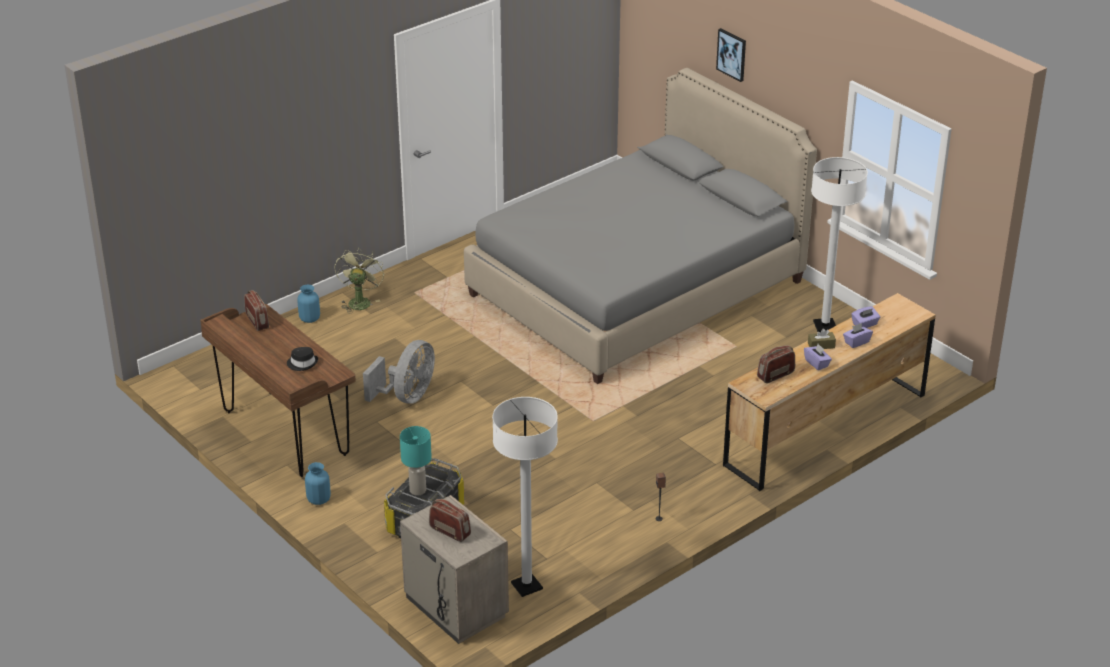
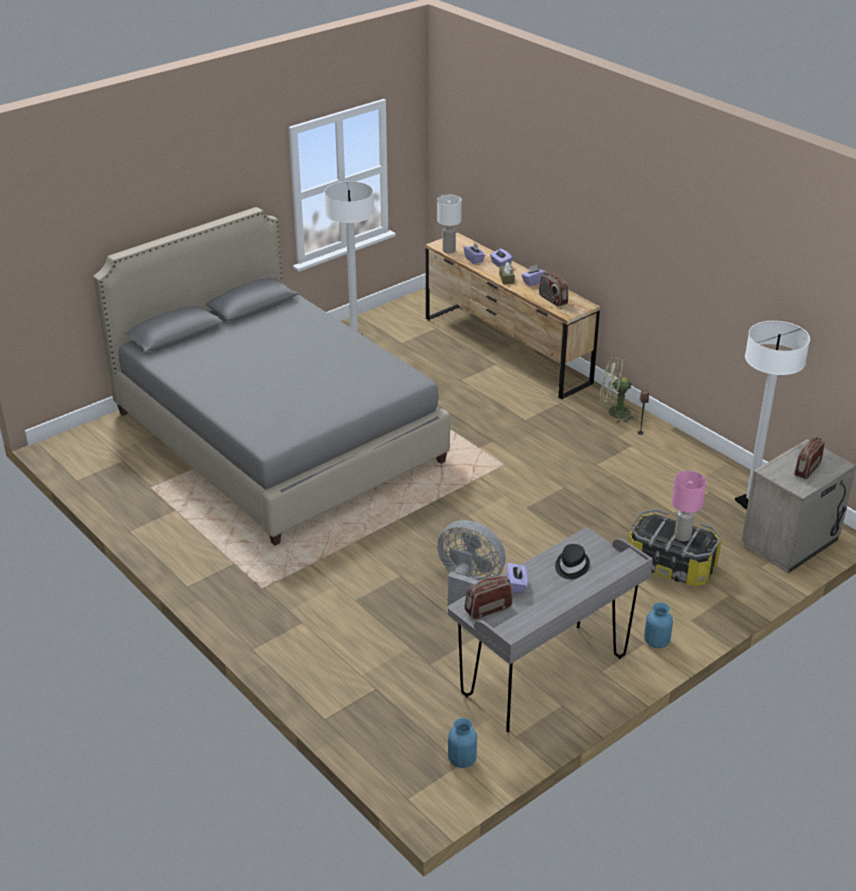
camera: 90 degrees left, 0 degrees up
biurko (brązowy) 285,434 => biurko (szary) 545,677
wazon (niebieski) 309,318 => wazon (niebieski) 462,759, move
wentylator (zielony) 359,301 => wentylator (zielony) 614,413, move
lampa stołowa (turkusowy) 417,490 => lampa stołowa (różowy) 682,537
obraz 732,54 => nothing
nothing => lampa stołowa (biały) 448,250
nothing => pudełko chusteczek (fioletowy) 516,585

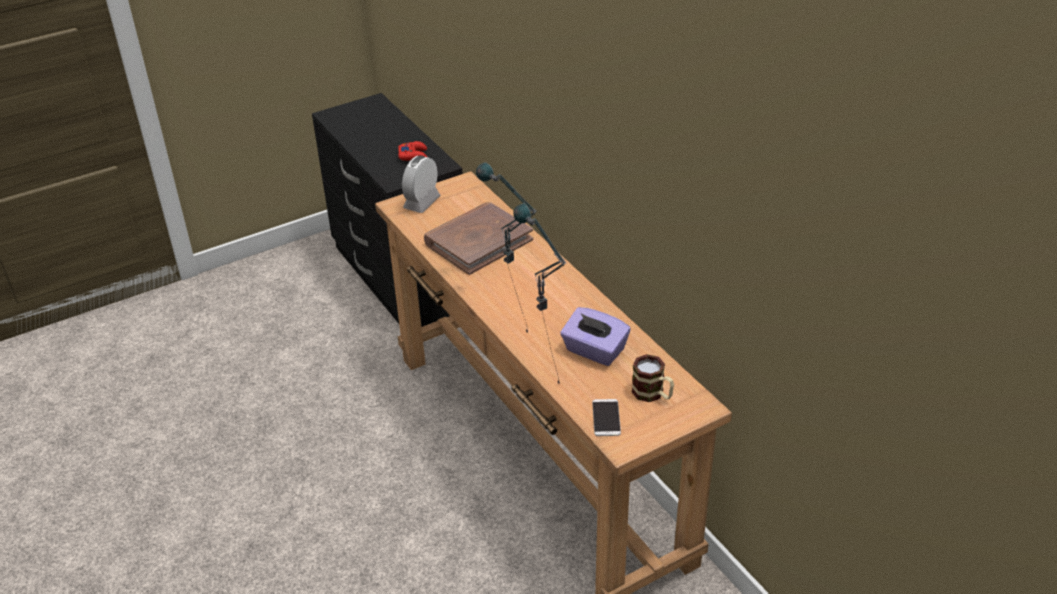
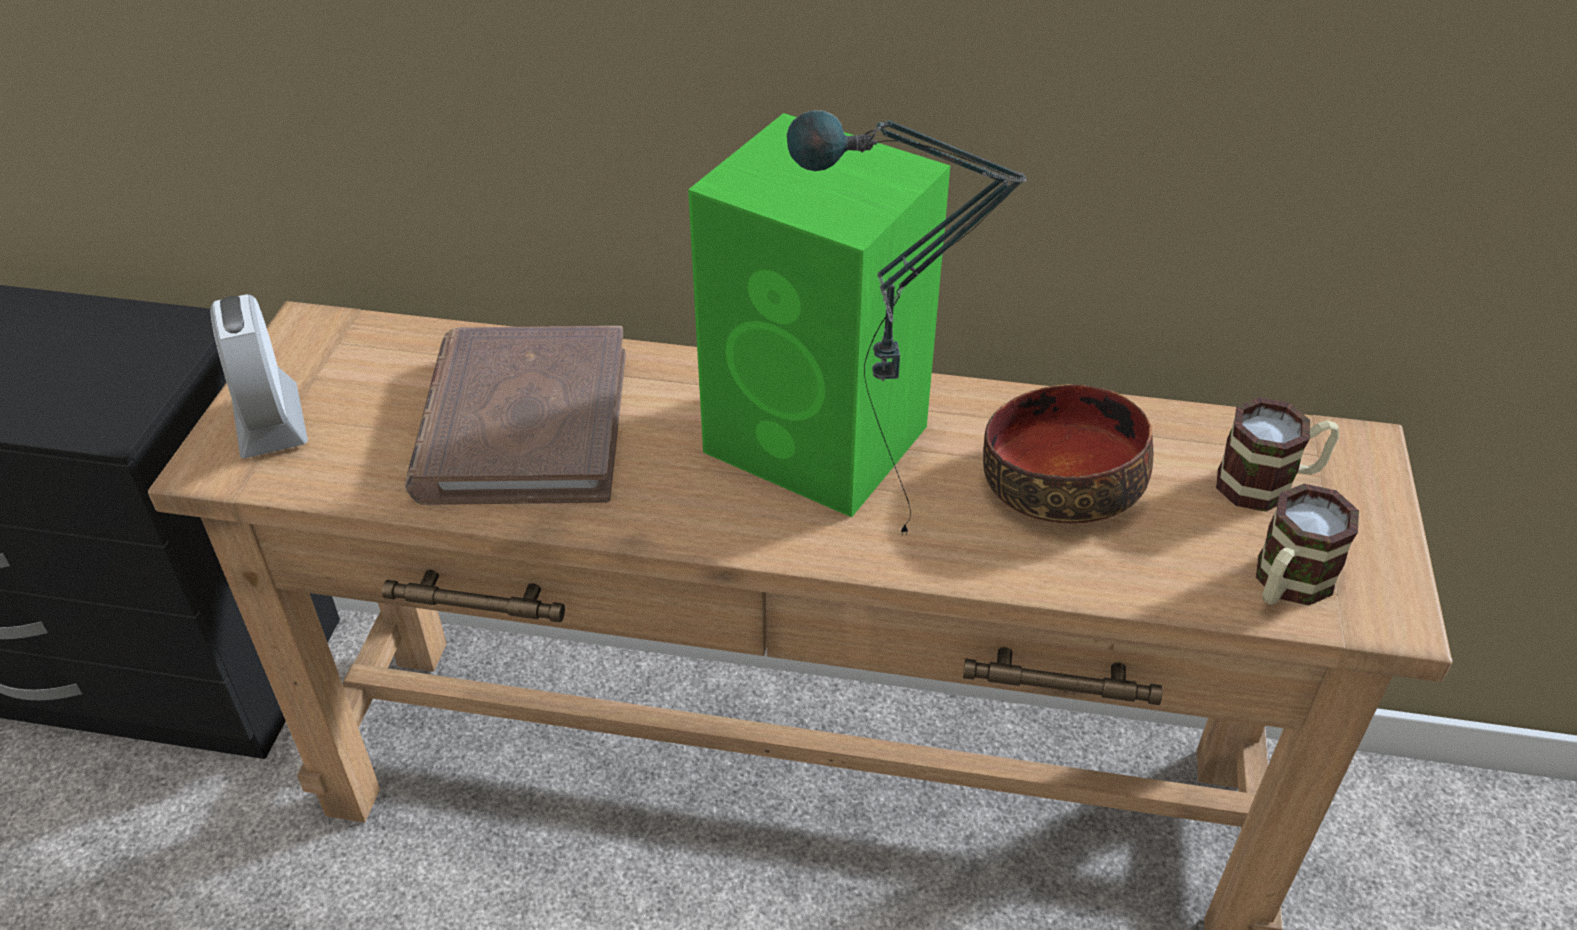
camera: 50 degrees left, 5 degrees up
pad do gier (czerwony) 413,155 => nothing
lampa stołowa 544,382 => nothing
pudełko chusteczek (fioletowy) 594,351 => miska 1063,479
telefon 606,418 => kubek 1286,585
nothing => głośnik (zielony) 820,441

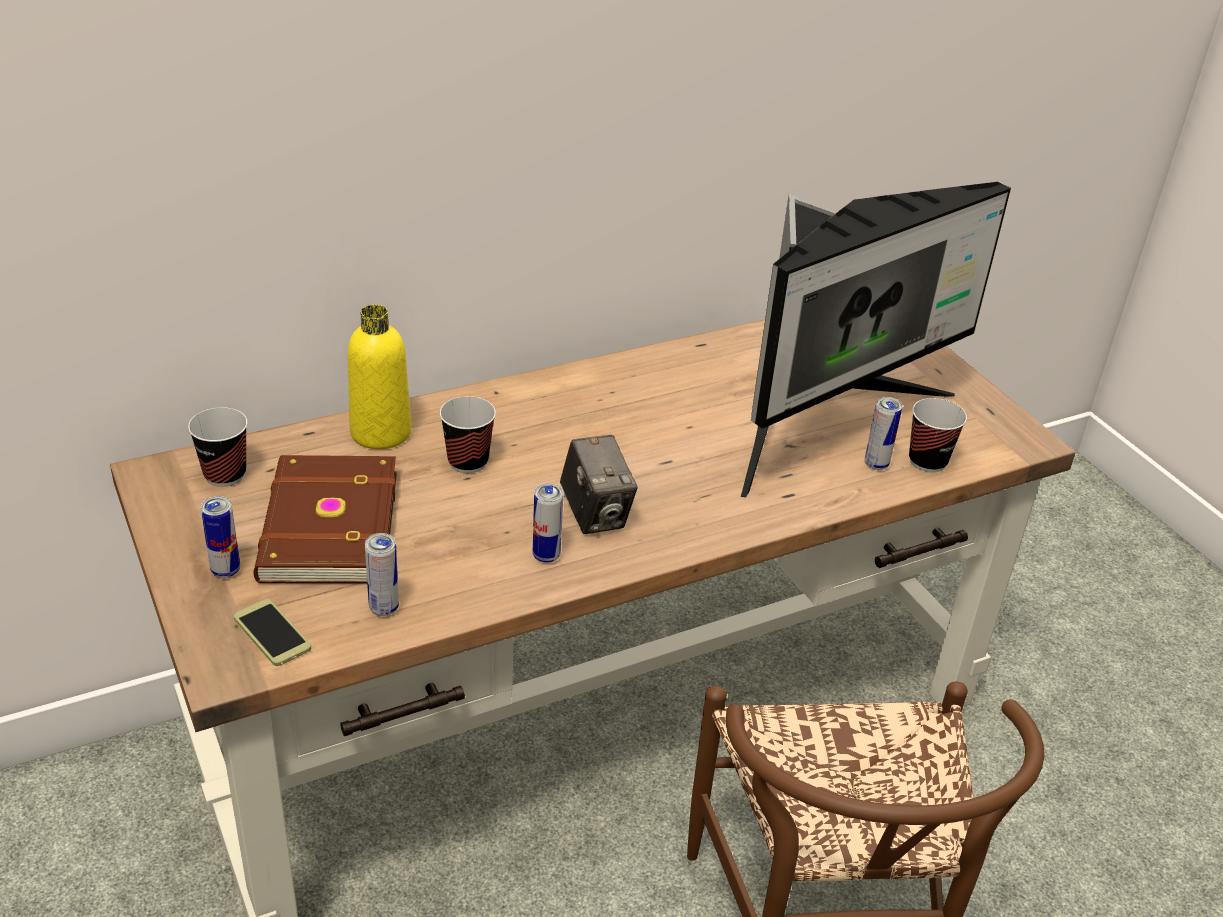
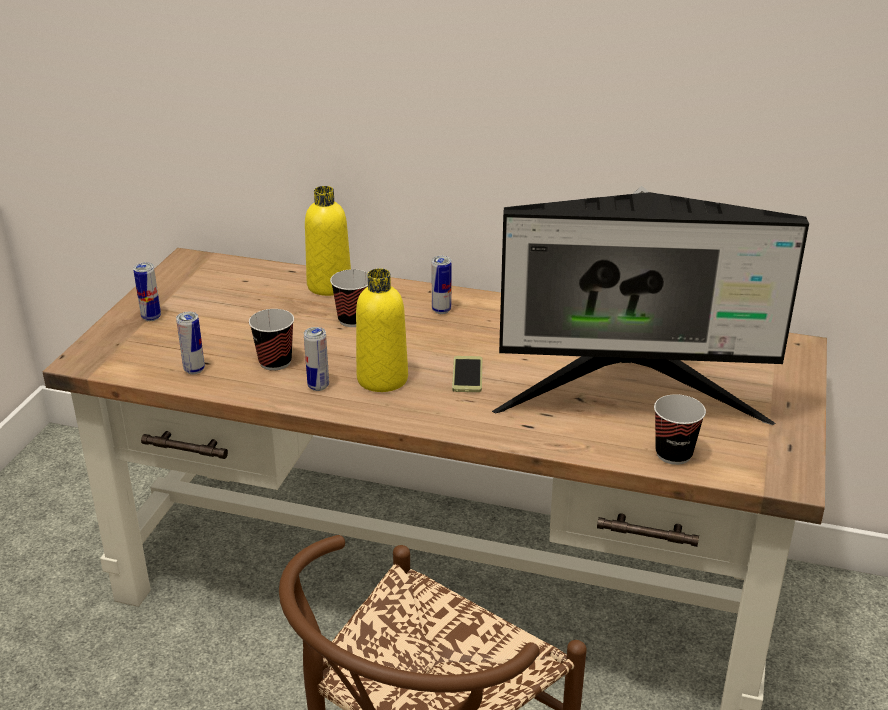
camera: 45 degrees right, 5 degrees down
filiżanka 225,474 => filiżanka 275,362, move
telefon 272,633 => telefon 467,375, move
książka (brązowy) 325,526 => nothing
aparat fotograficzny 595,514 => butelka (żółty) 382,379
puszka 876,464 => puszka 441,310, move

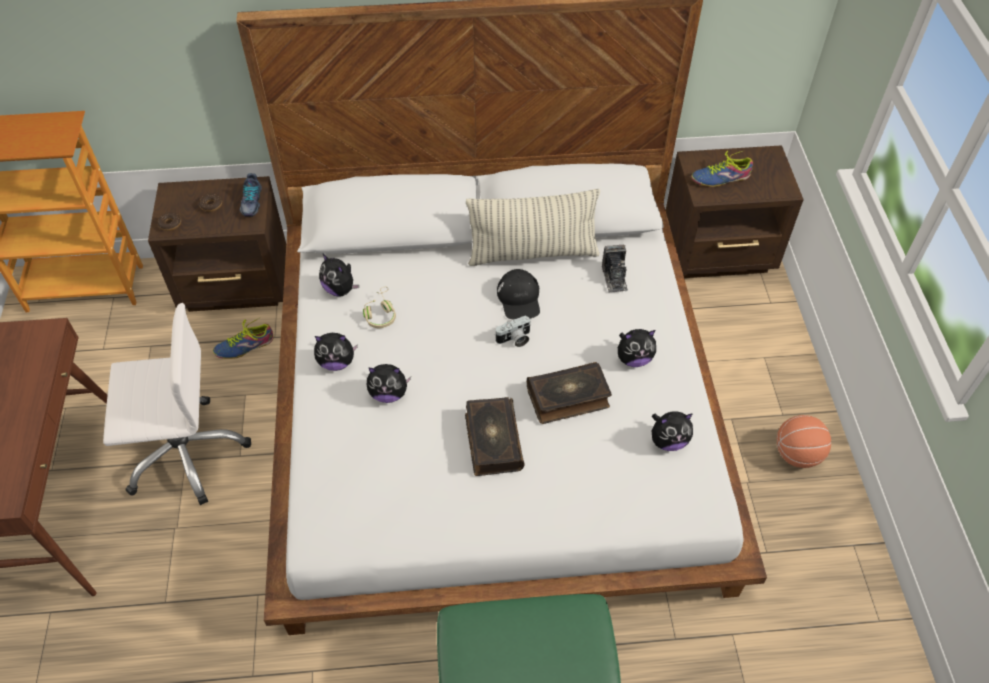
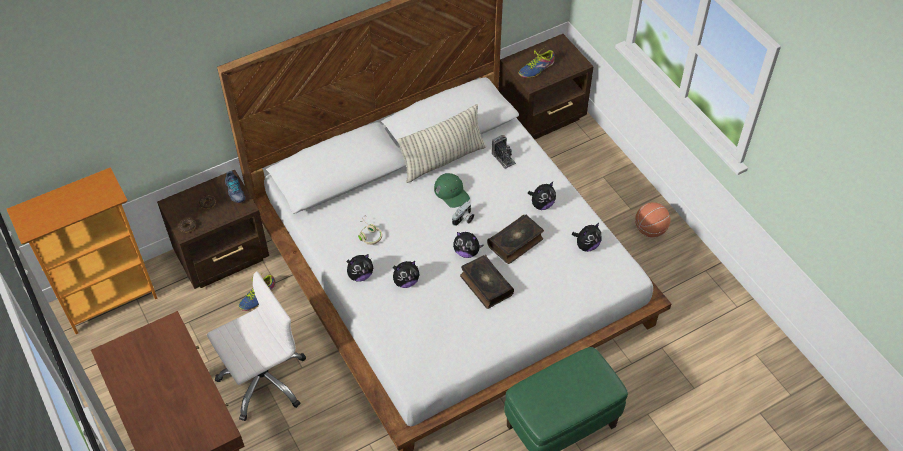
camera: 25 degrees left, 0 degrees up
pluszak 340,289 => pluszak 466,252, move
czapka z daszkiem (czarny) 519,299 => czapka z daszkiem (zielony) 451,192

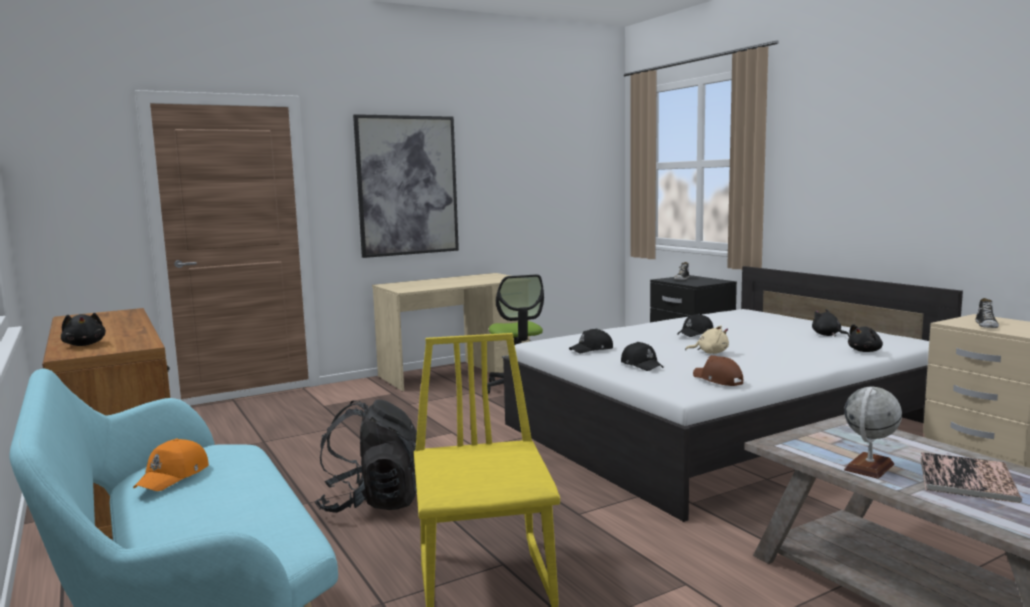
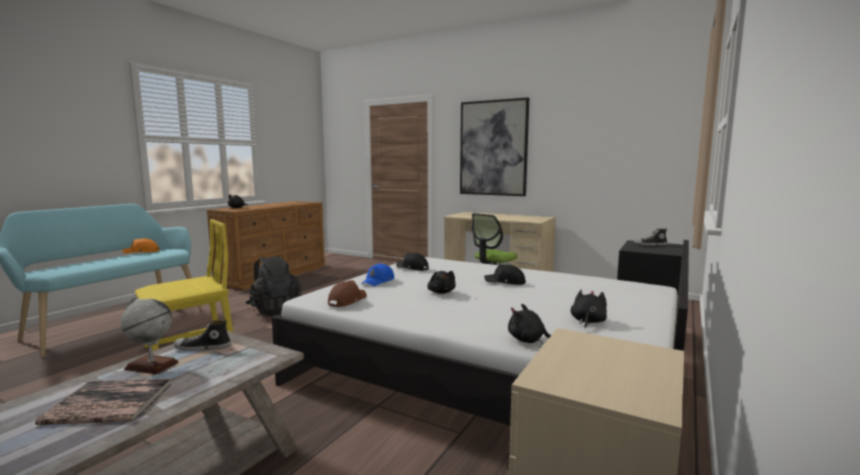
camera: 60 degrees right, 0 degrees up
czapka z daszkiem (czarny) 642,365 => czapka z daszkiem (niebieski) 378,281
pluszak (beżowy) 710,353 => pluszak (czarny) 441,292
but 986,325 => but 202,347, move

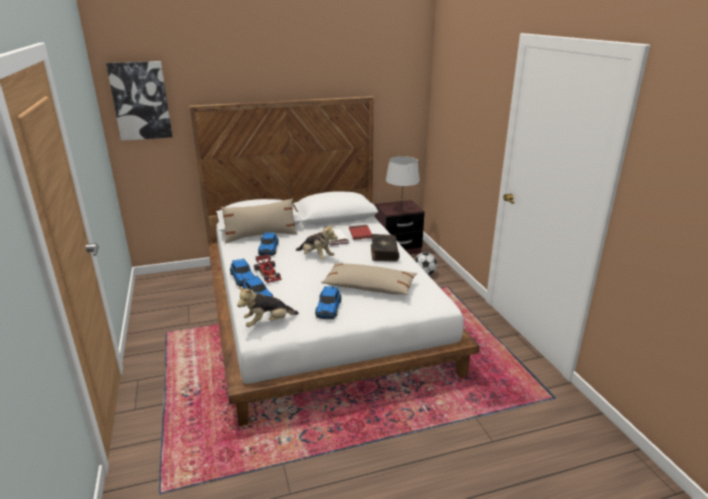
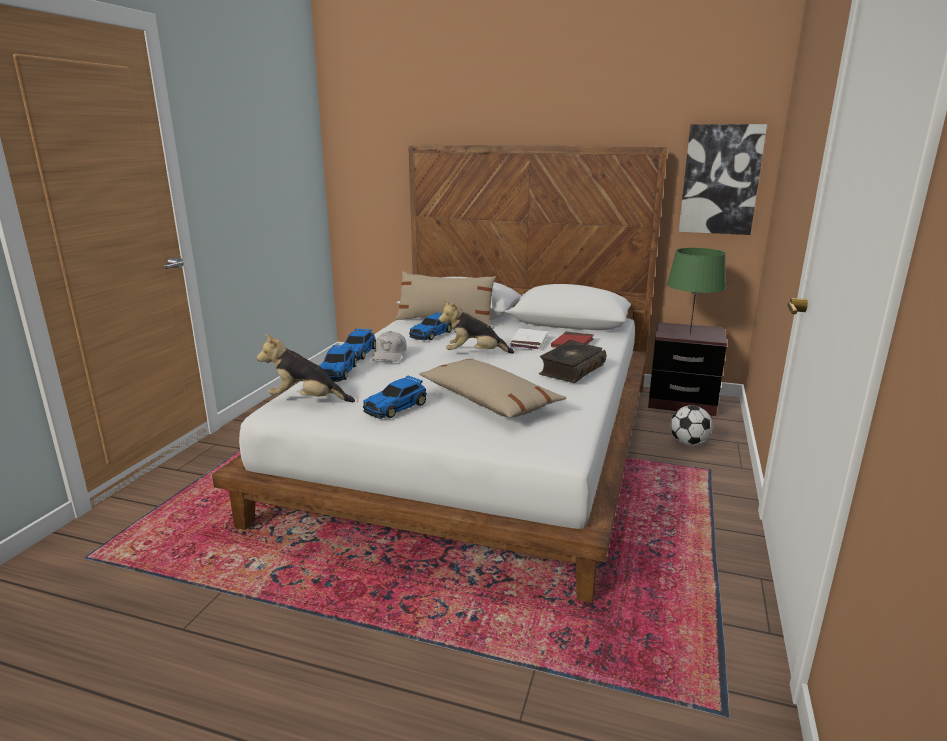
camera: 35 degrees right, 5 degrees down
obraz 140,101 => obraz 720,179, move
samochodzik 268,273 => czapka z daszkiem (biały) 389,355
pluszak 316,257 => pluszak 474,354, 105 degrees clockwise
lampa stołowa (szary) 401,209 => lampa stołowa (zielony) 689,334

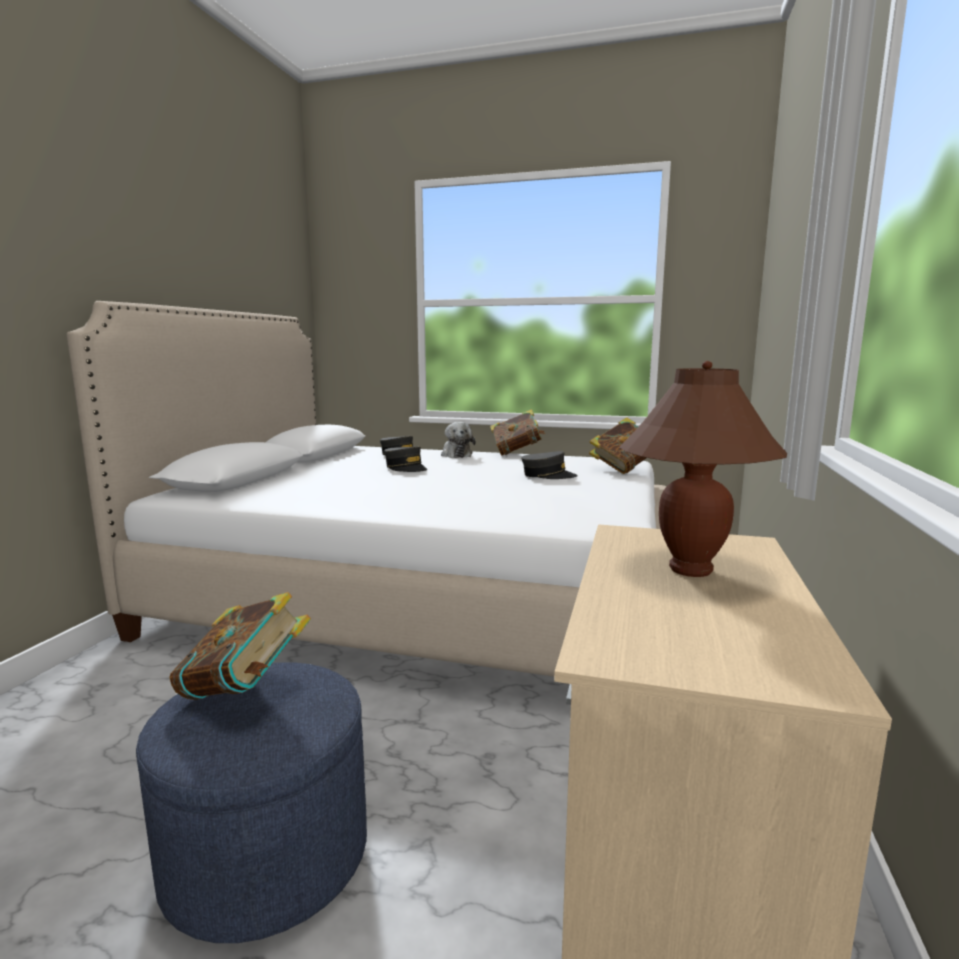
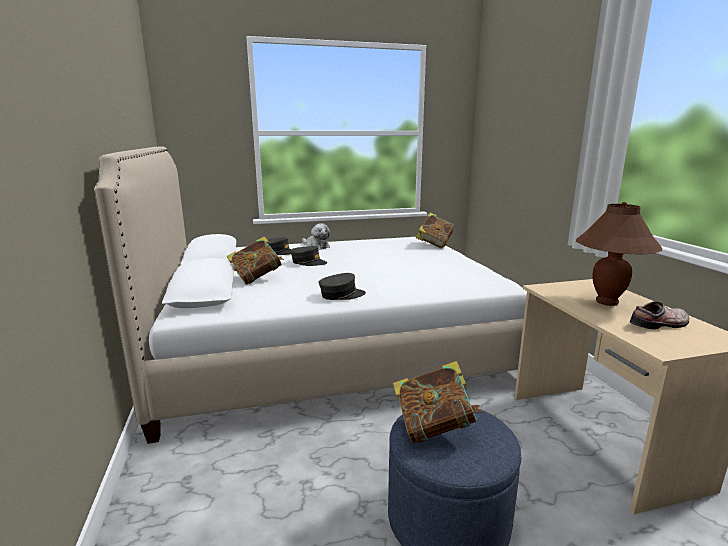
camera: 30 degrees left, 5 degrees up
książka 516,453 => książka 257,278, move
czapka z daszkiem (szary) 548,475 => czapka z daszkiem (szary) 341,295, move
nothing => but 661,324

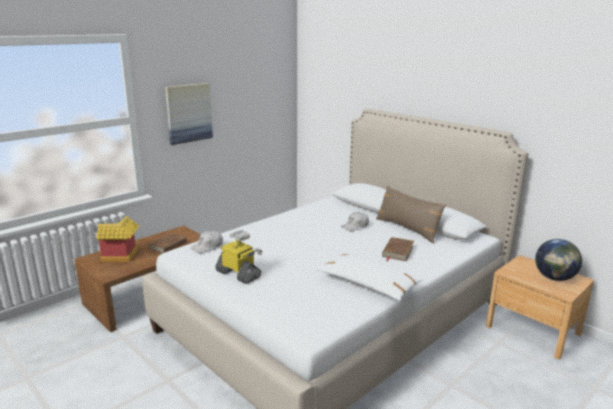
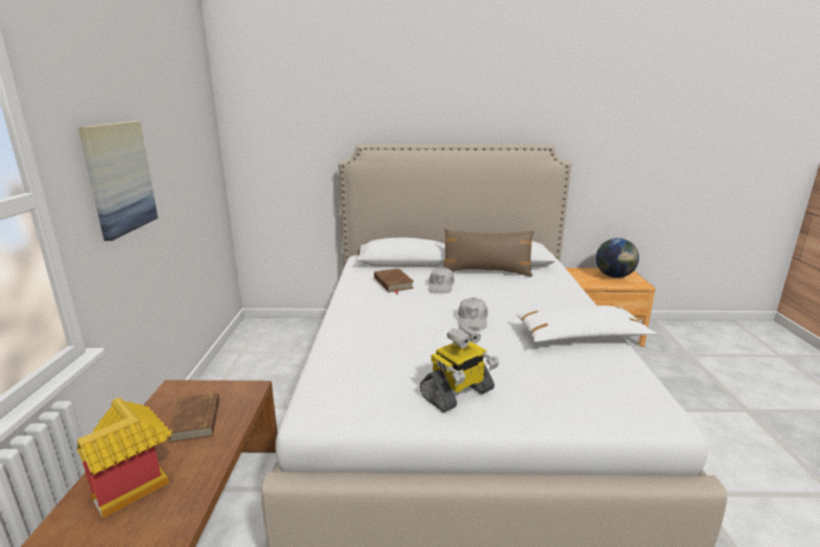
camera: 45 degrees left, 0 degrees up
czapka z daszkiem (biały) 207,246 => czapka z daszkiem (biały) 472,320, move
robot zabawkowy 239,274 => robot zabawkowy 457,394, 150 degrees clockwise
książka (brązowy) 397,251 => książka (brązowy) 393,283, move

